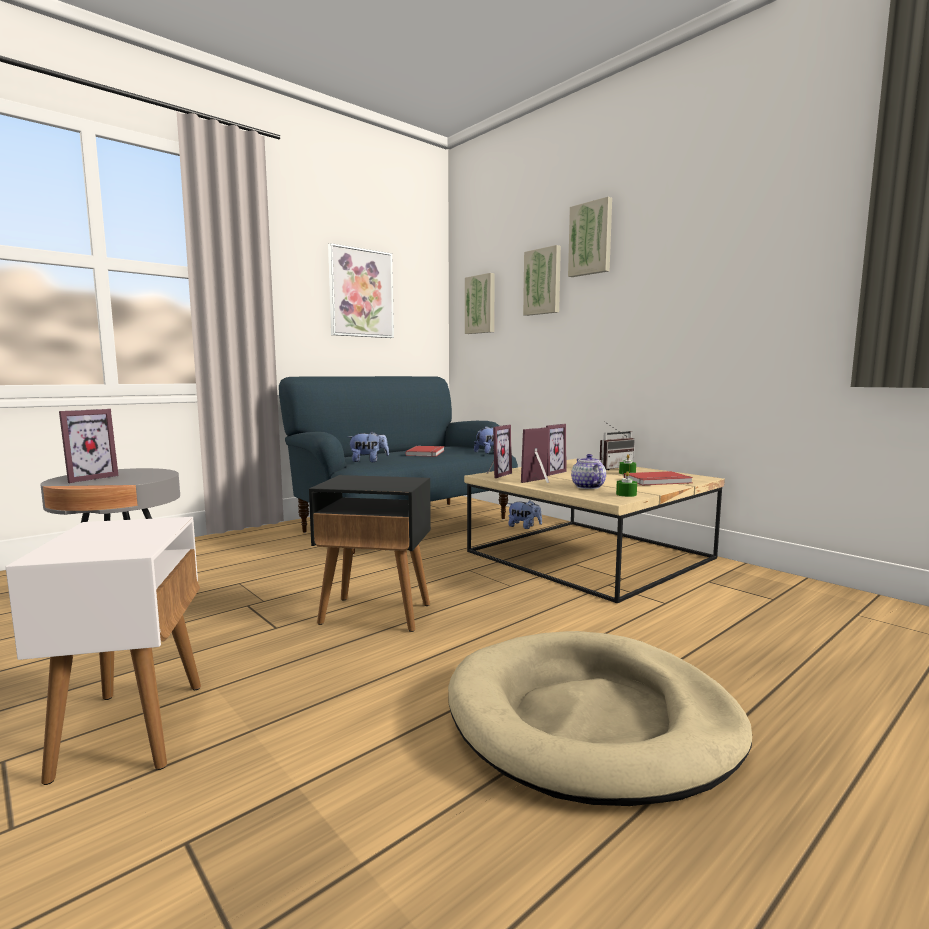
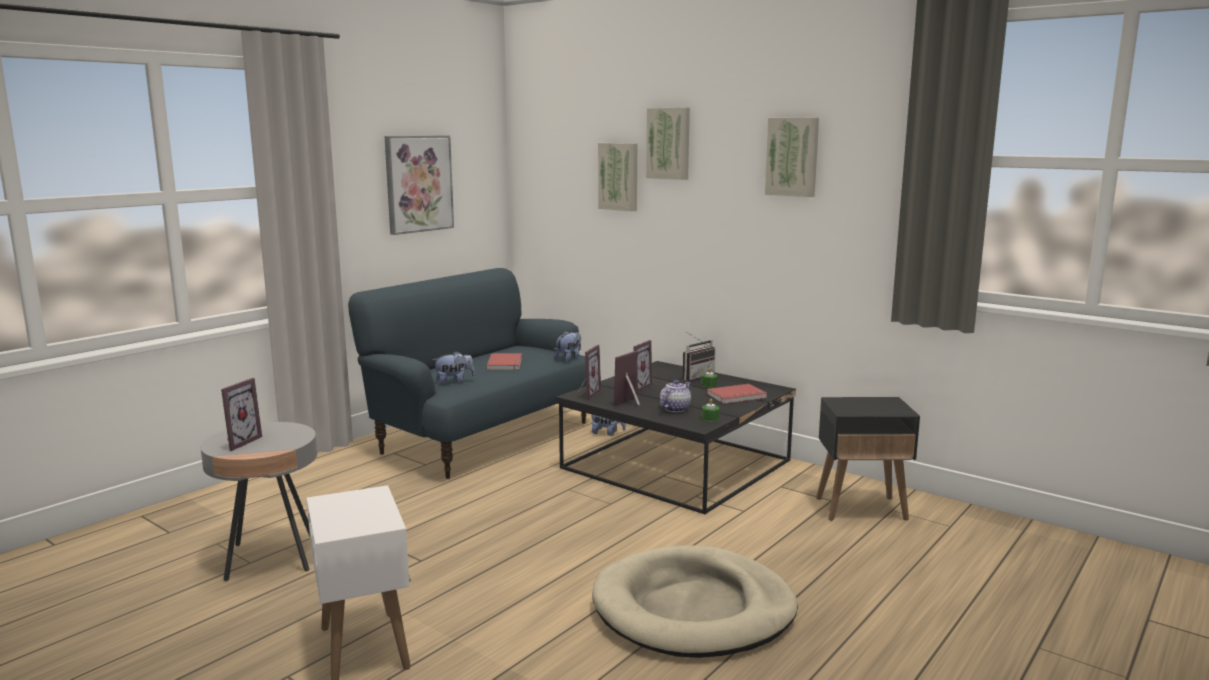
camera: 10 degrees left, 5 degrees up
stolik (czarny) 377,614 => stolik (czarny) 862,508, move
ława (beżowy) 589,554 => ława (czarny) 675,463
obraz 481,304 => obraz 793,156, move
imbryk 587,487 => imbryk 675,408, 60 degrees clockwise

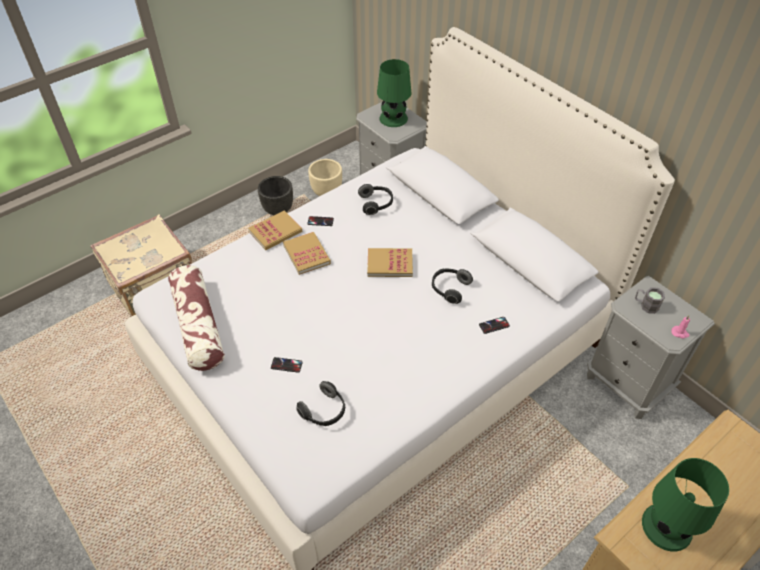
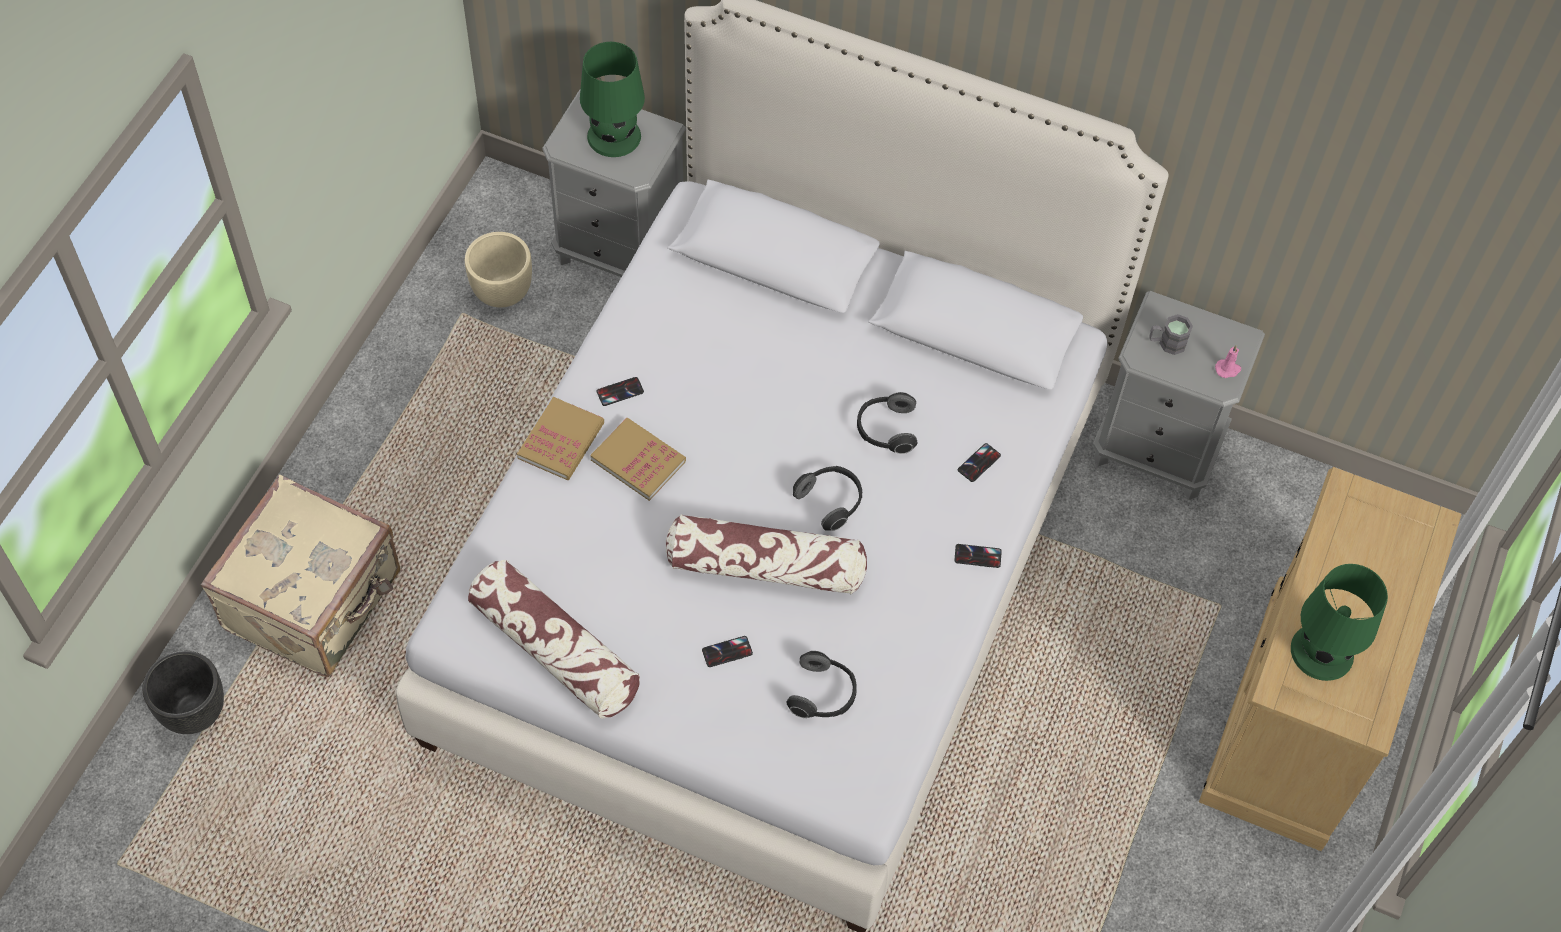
camera: 30 degrees left, 10 degrees up
donica (czarny) 278,210 => donica (czarny) 194,711, move
słuchawki 376,204 => słuchawki 831,501, move
książka 390,264 => nothing
nothing => poduszka 766,566
nothing => telefon 977,556

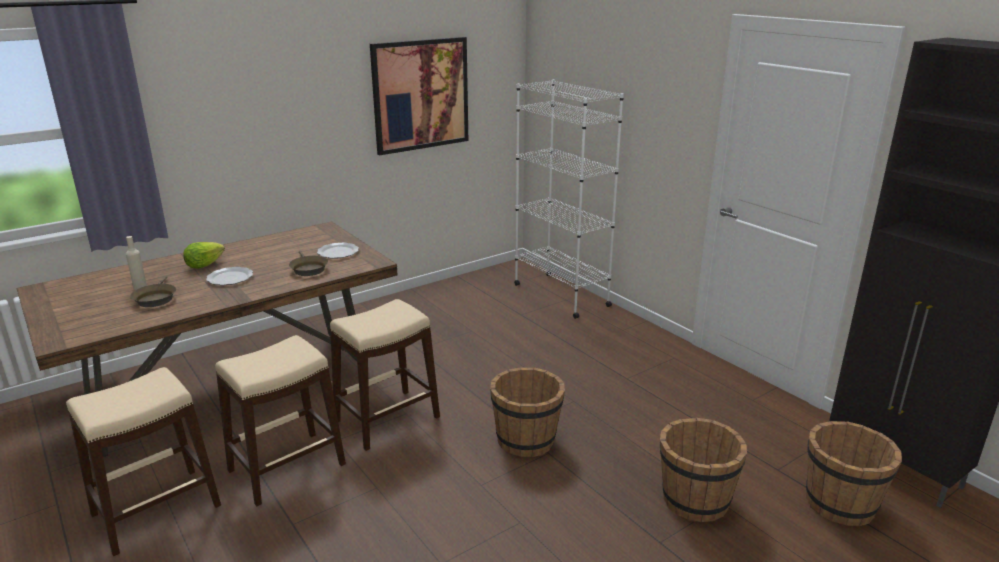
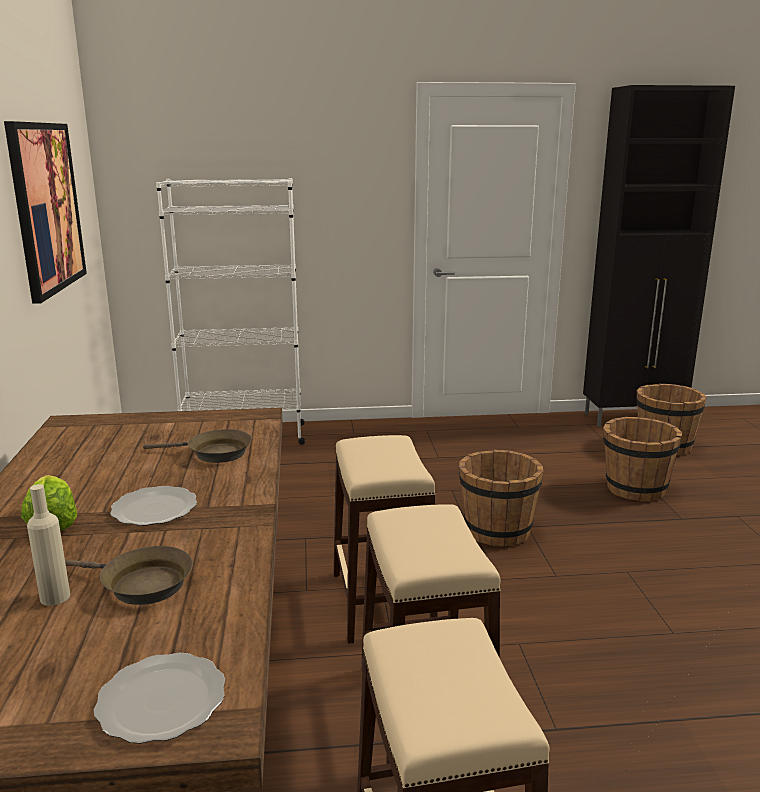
camera: 60 degrees left, 5 degrees down
talerz 337,252 => talerz 162,702, move

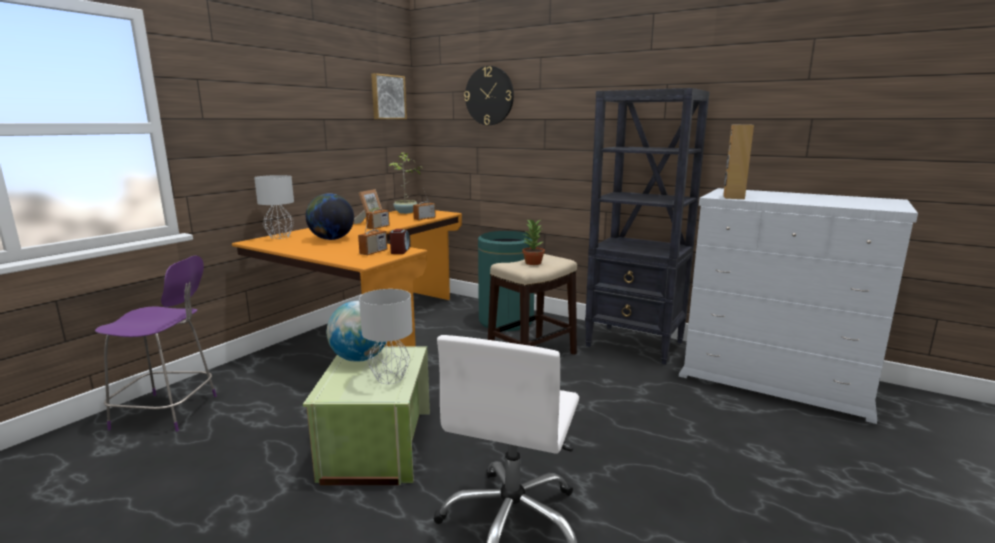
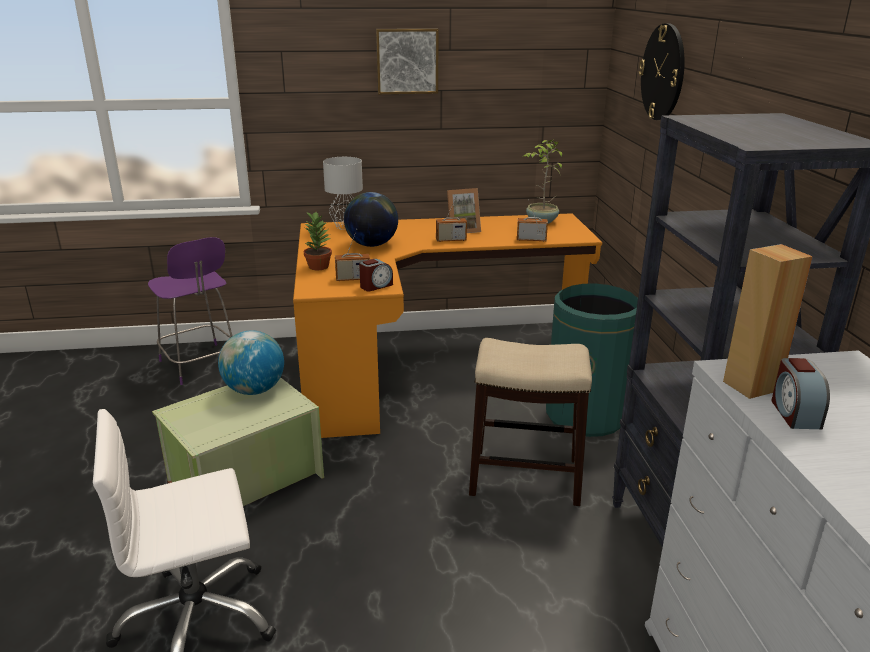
camera: 50 degrees right, 10 degrees up
lampa stołowa (szary) 389,378 => nothing
obraz 387,97 => obraz 407,61, move
roślina doniczkowa 532,263 => roślina doniczkowa 318,266, move
nothing => budzik 794,413

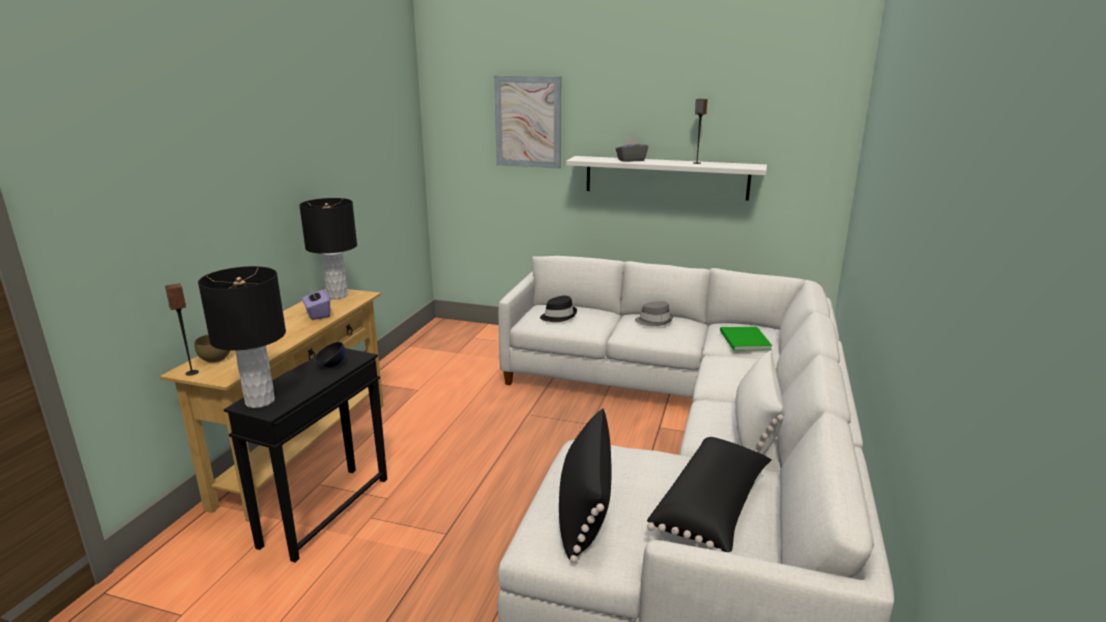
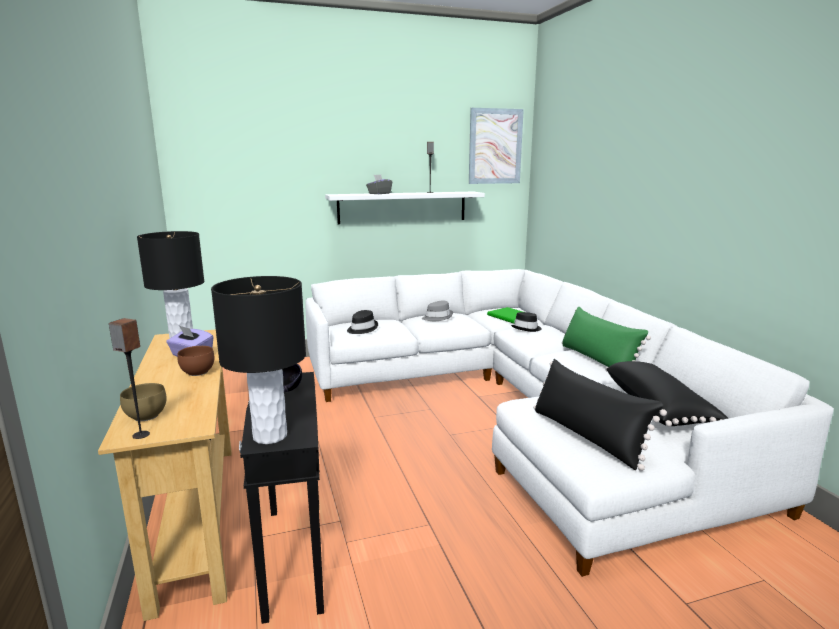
camera: 35 degrees left, 5 degrees down
obraz 528,122 => obraz 495,146, move
poduszka (biały) 755,428 => poduszka (zielony) 597,360
nothing => miska (brązowy) 198,372
nothing => kapelusz (czarny) 527,328

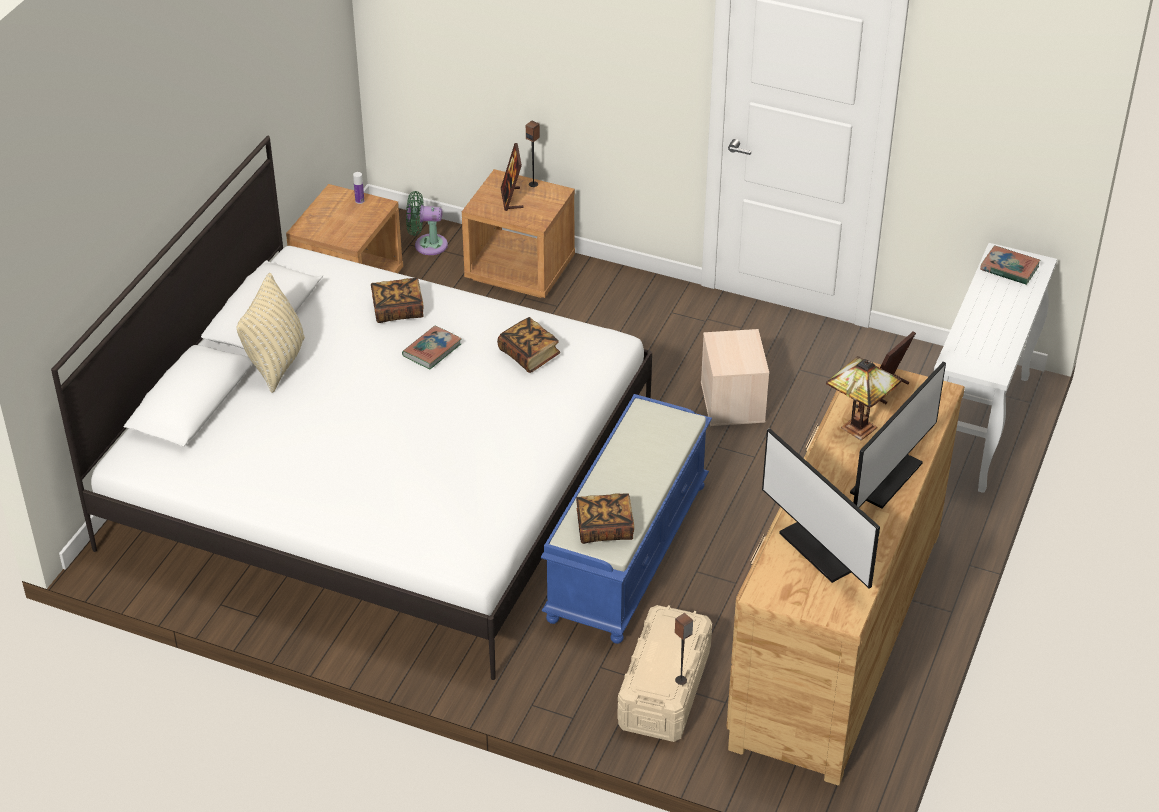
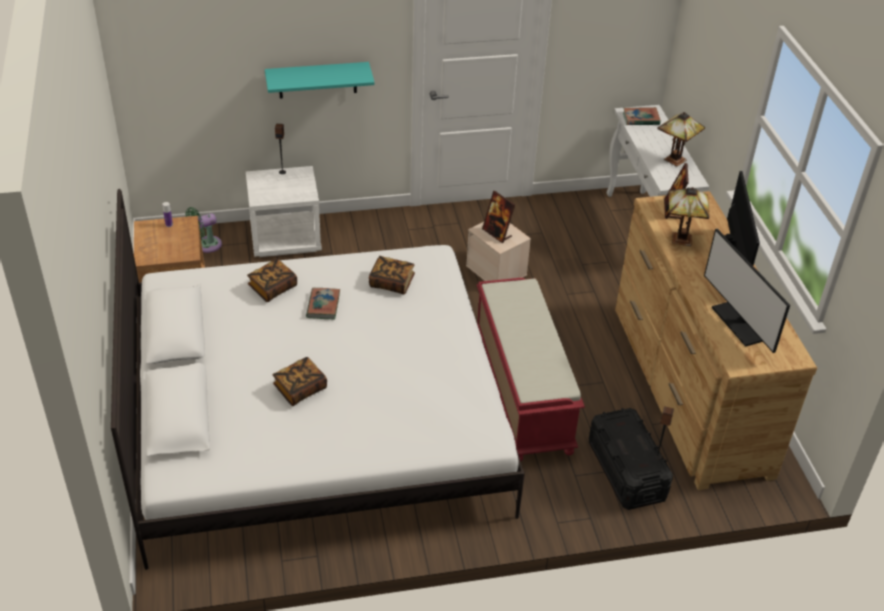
camera: 35 degrees left, 0 degrees up
poduszka (beżowy) 276,363 => nothing
szafka nocna (brązowy) 520,270 => szafka nocna (biały) 286,238
ramka na zdjęcie 512,199 => ramka na zdjęcie 497,233, move
ławka (niebieski) 626,550 => ławka (czerwony) 520,391
książka 604,528 => książka 300,389, move
pojemnik do przechowywania (beżowy) 664,689 => pojemnik do przechowywania (czarny) 626,470
monitor 820,550 => monitor 740,323, 45 degrees clockwise
nothing => półka (turkusowy) 317,80
nothing => lampa stołowa 675,161

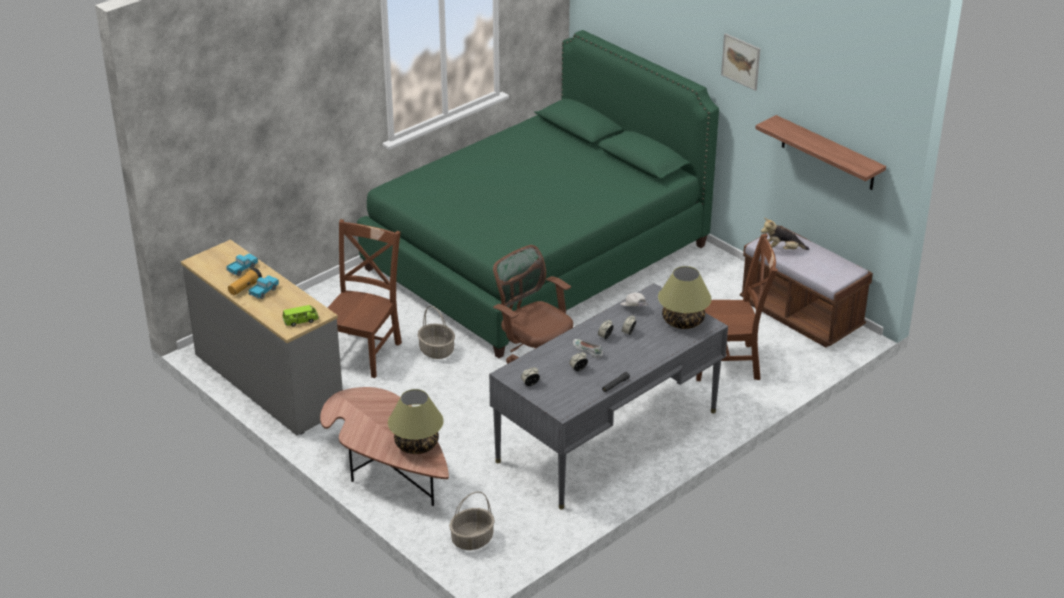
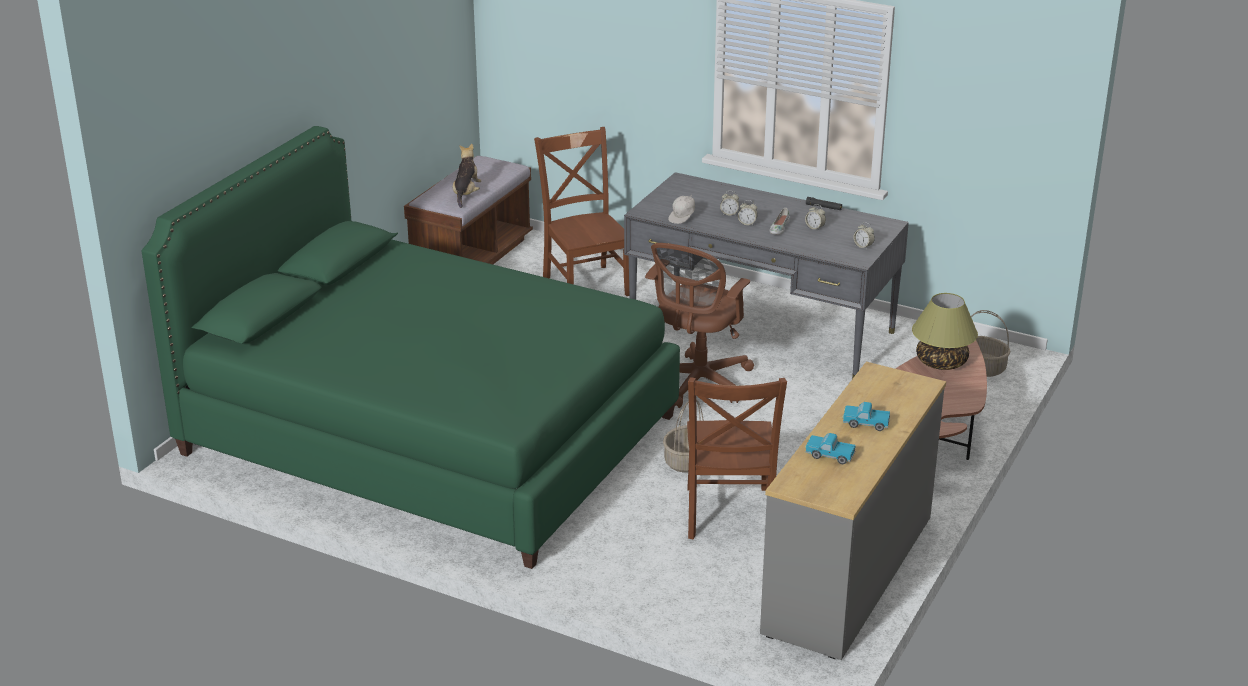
camera: 110 degrees left, 5 degrees down
latarka 245,287 => nothing
samochodzik (zielony) 301,321 => nothing
krzesło (brązowy) 364,352 => krzesło (brązowy) 728,515, 90 degrees counterclockwise
lampa stołowa 682,321 => nothing
obraz 741,61 => nothing
półka 828,153 => nothing
pluszak 782,250 => pluszak 466,194, 150 degrees counterclockwise

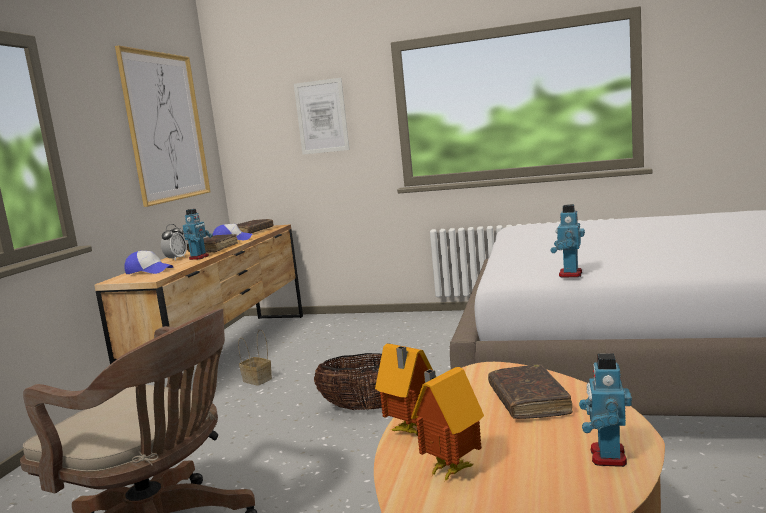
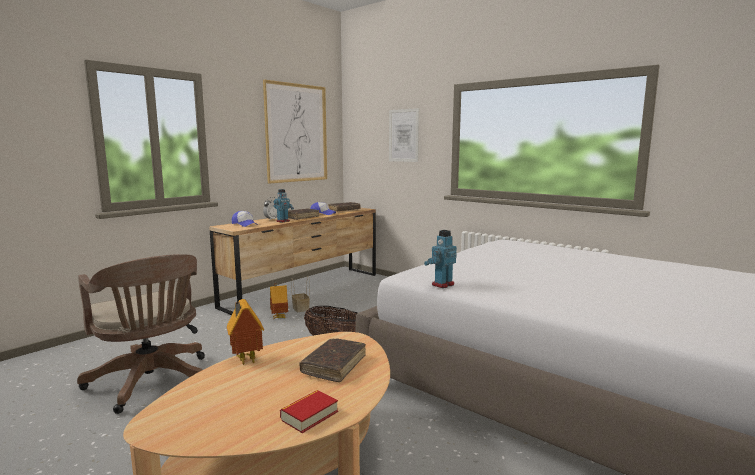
camera: 25 degrees right, 0 degrees up
domek 449,469 => domek 279,317, move
robot zabawkowy 607,456 => książka 309,415

